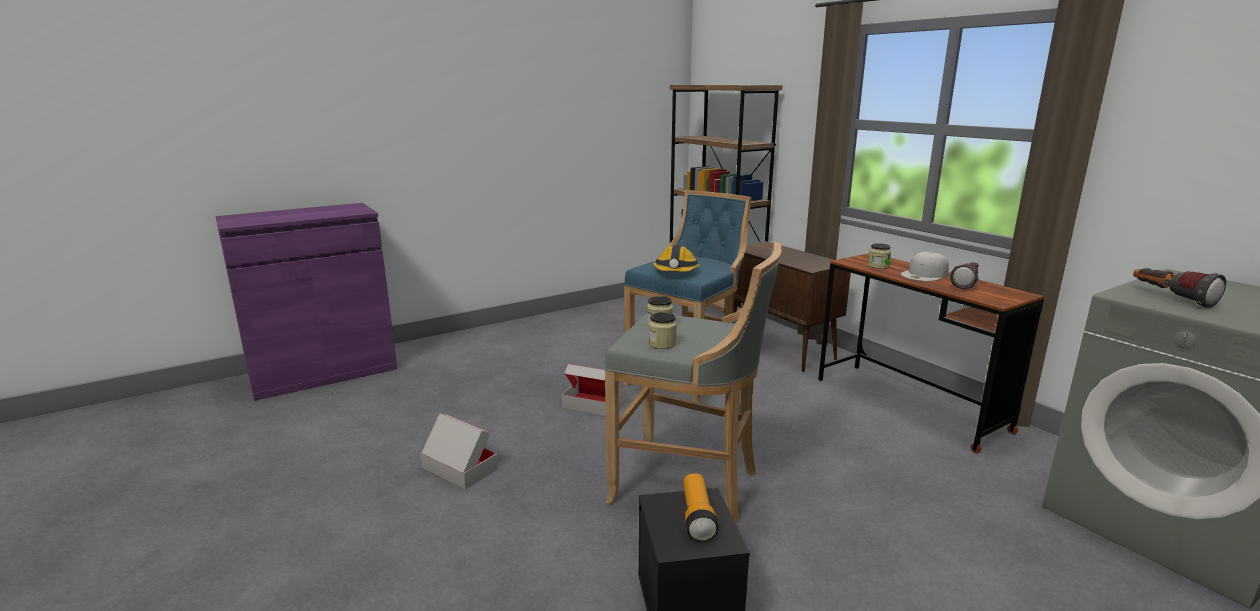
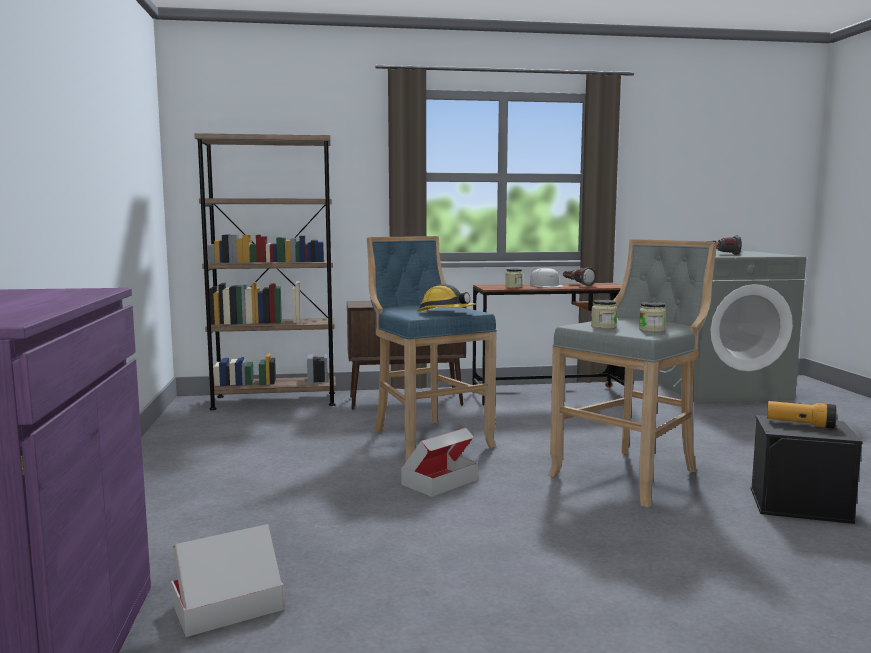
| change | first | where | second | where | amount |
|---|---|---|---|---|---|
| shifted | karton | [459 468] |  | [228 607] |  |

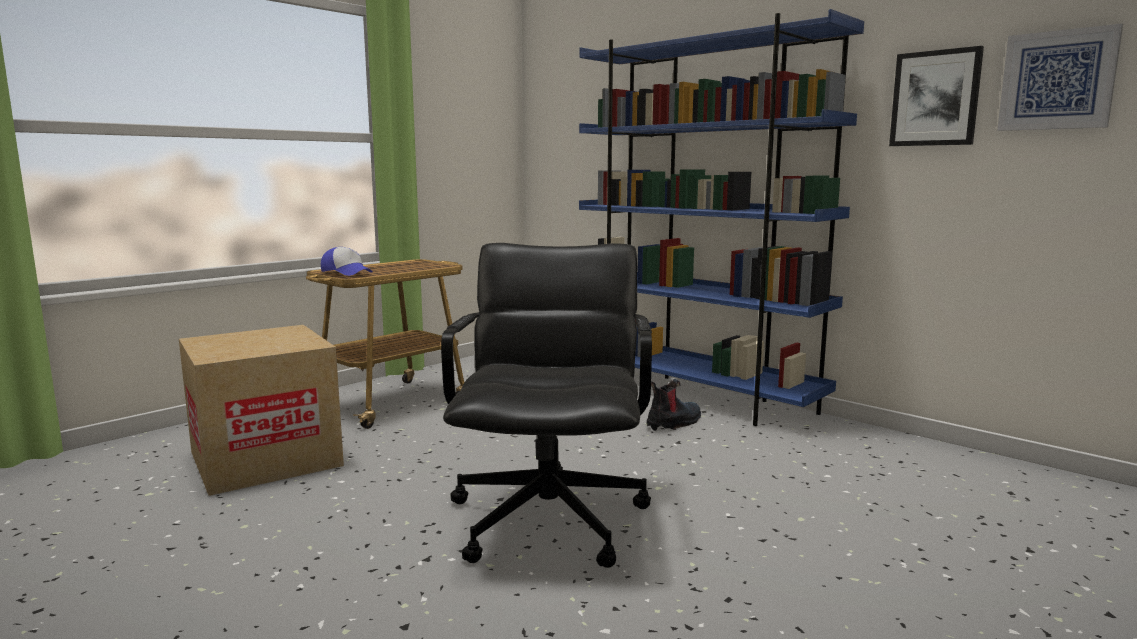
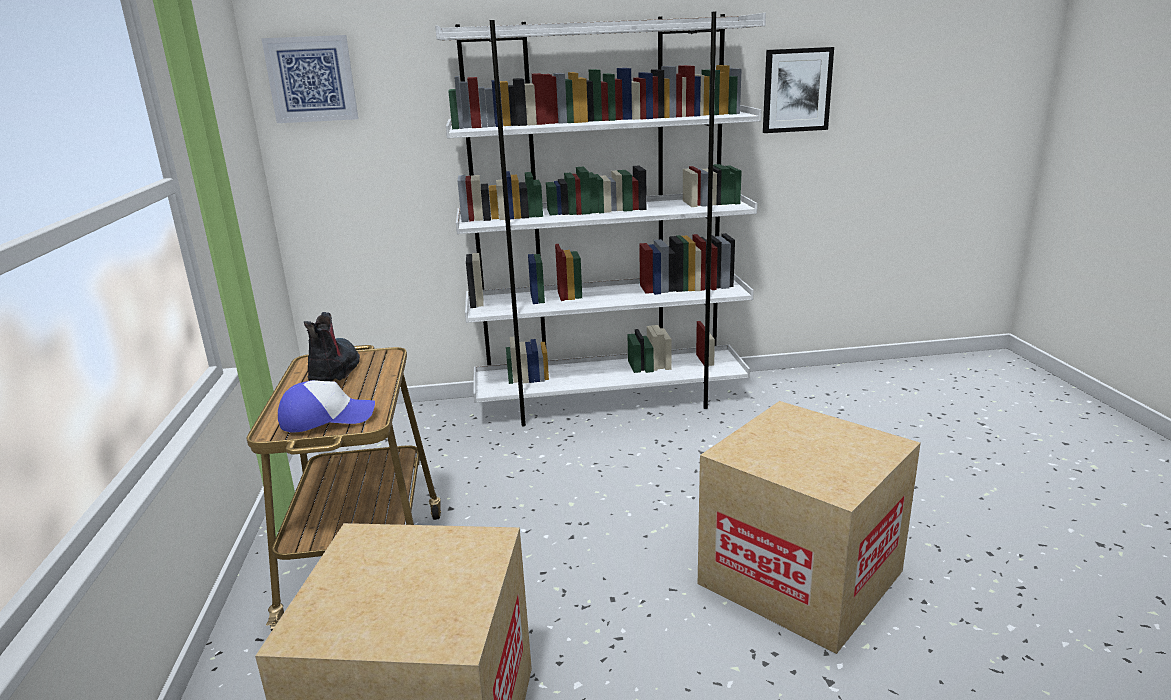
| change | first | where | second | where | amount |
|---|---|---|---|---|---|
| swapped | krzesło biurowe/czarny | [550 519] | karton | [800 577] |  |
| repainted | regał/niebieski | [695 396] | regał/biały | [610 400] |  |
| shifted | but z cholewką | [674 423] |  | [335 371] |  |
| shifted | obraz | [1057 80] |  | [311 79] |  |

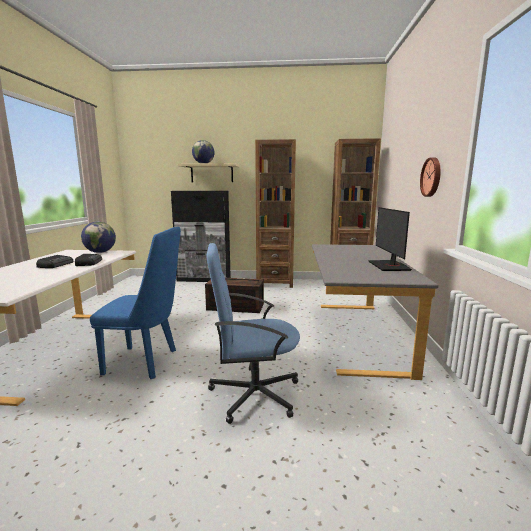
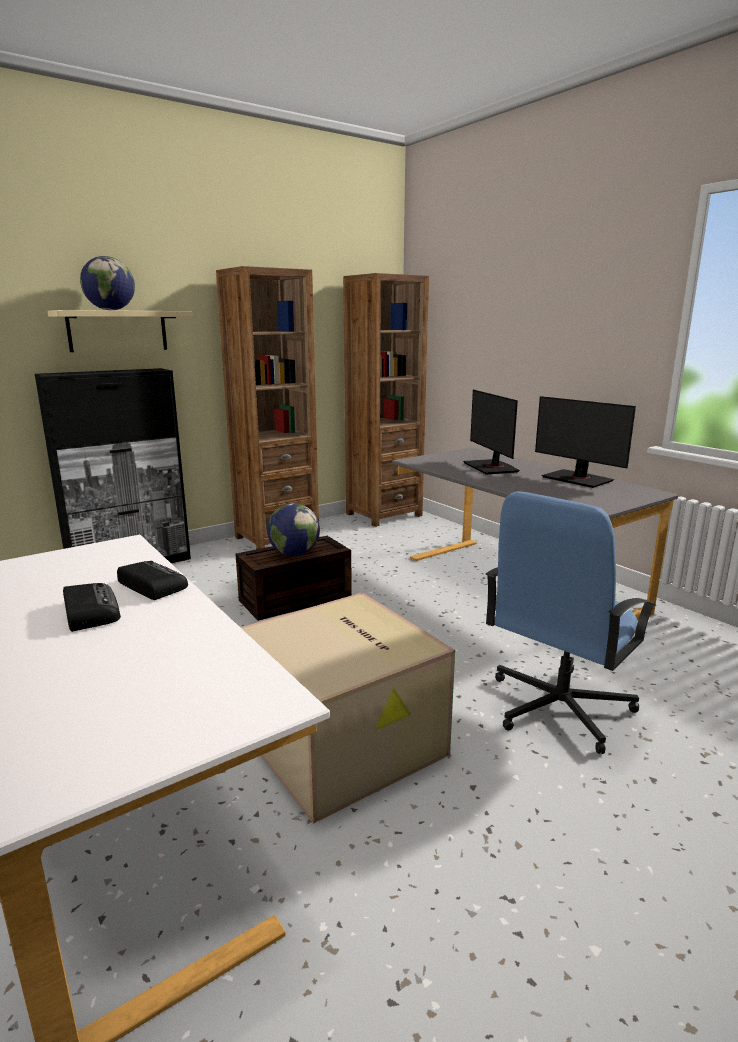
| change | first | where | second | where | amount |
|---|---|---|---|---|---|
| shifted | globus | [100 252] |  | [294 554] |  |
| swapped | krzesło/niebieski | [147 362] | karton | [345 741] |  |
| gone | zegar ścienny | [432 177] |  |  |  |
| new |  |  | monitor | [491 467] |  |

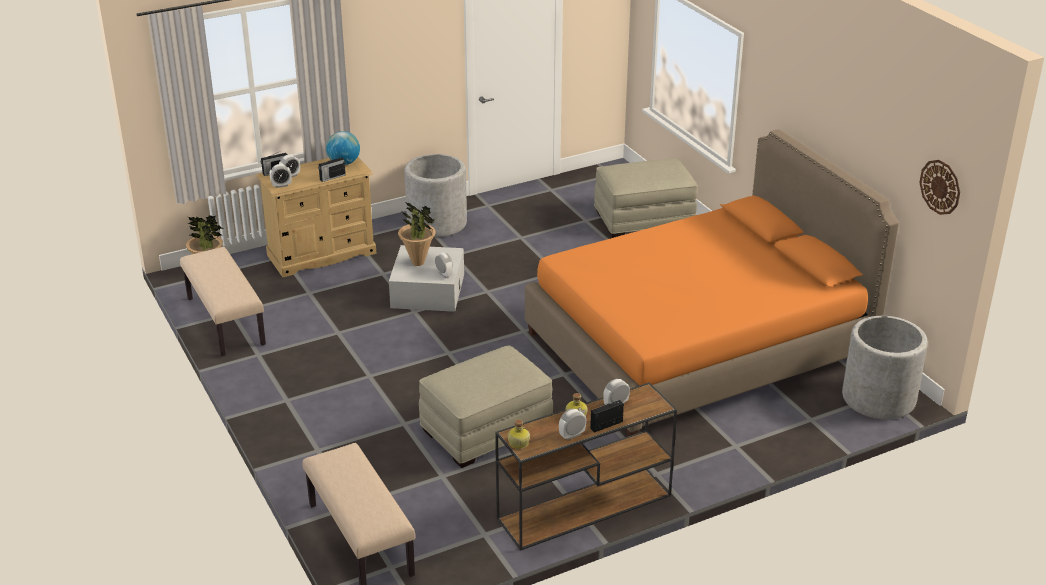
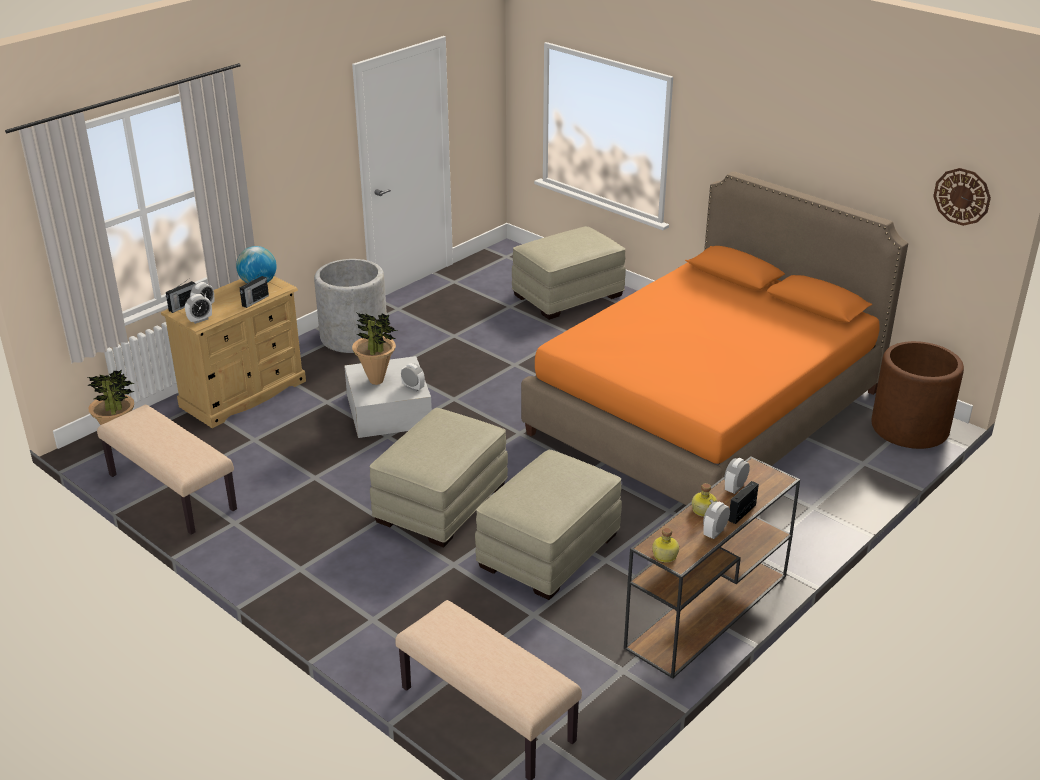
| change | first | where | second | where | amount |
|---|---|---|---|---|---|
| repainted | donica/szary | [879 398] | donica/brązowy | [909 428] |  |
| new |  |  | pufa/beżowy | [441 502] |  |

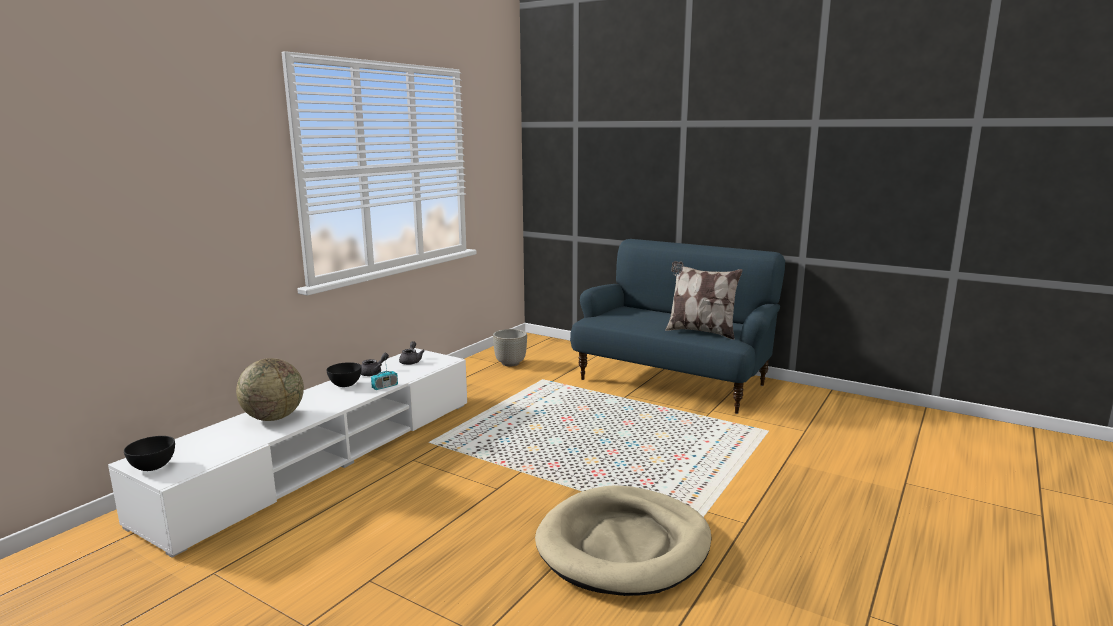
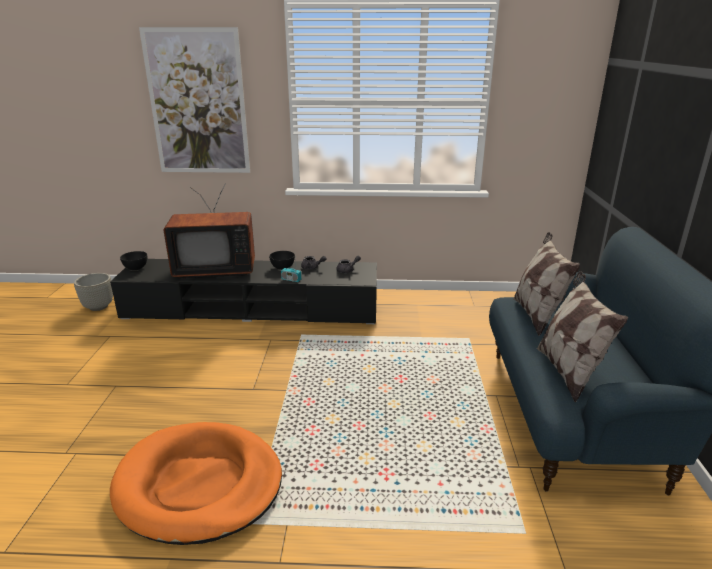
| change | first | where | second | where | amount |
|---|---|---|---|---|---|
| repainted | szafka pod telewizor/biały | [325 456] | szafka pod telewizor/czarny | [253 309] |  |
| swapped | globus | [274 417] | telewizor | [215 269] |  |
| shifted | donica/szary | [510 363] |  | [98 307] |  |
| repainted | legowisko/beżowy | [624 545] | legowisko/pomarańczowy | [199 485] |  |
| new |  |  | obraz | [197 103] |  |
| new |  |  | poduszka | [537 315] |  |

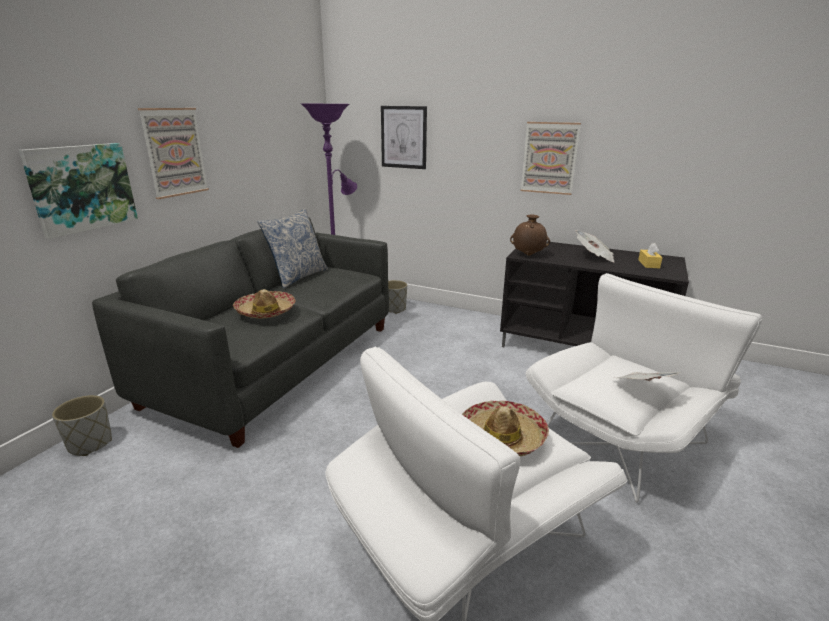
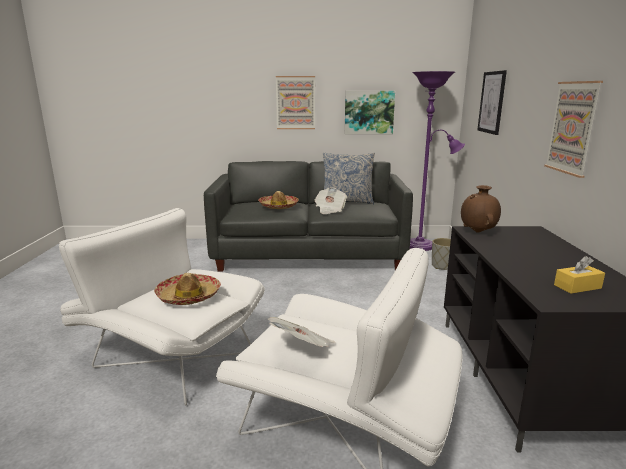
| change | first | where | second | where | amount |
|---|---|---|---|---|---|
| shifted | obraz | [82 188] |  | [369 112] |  |
| gone | donica/szary | [90 443] |  |  |  |
| shifted | gazeta | [594 257] |  | [330 210] |  |

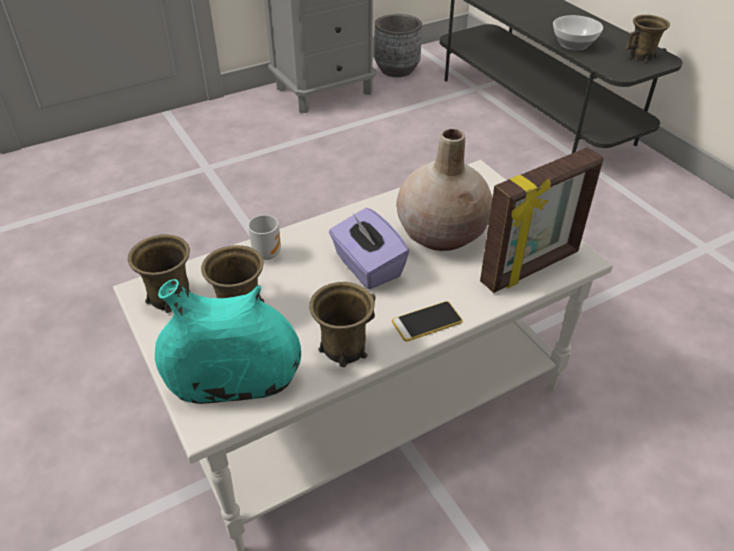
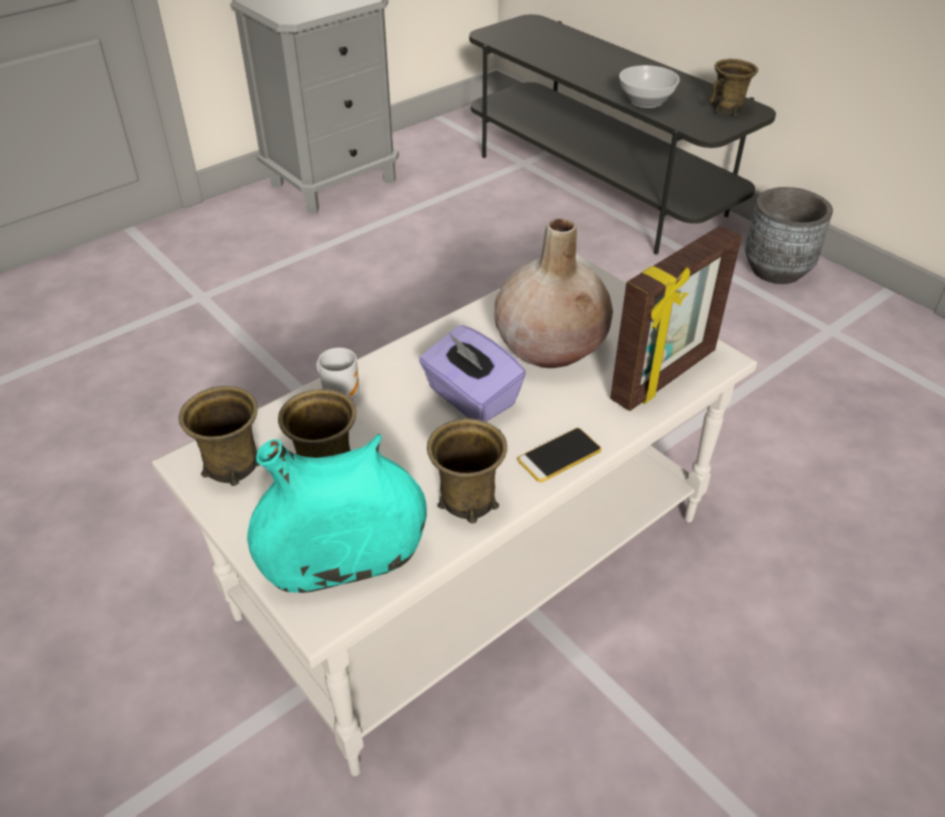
| change | first | where | second | where | amount |
|---|---|---|---|---|---|
| shifted | donica/szary | [397 70] |  | [776 270] |  |

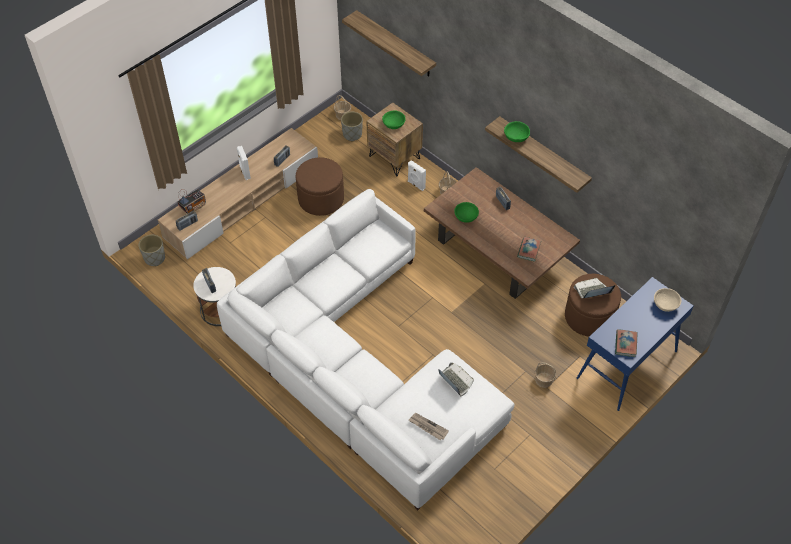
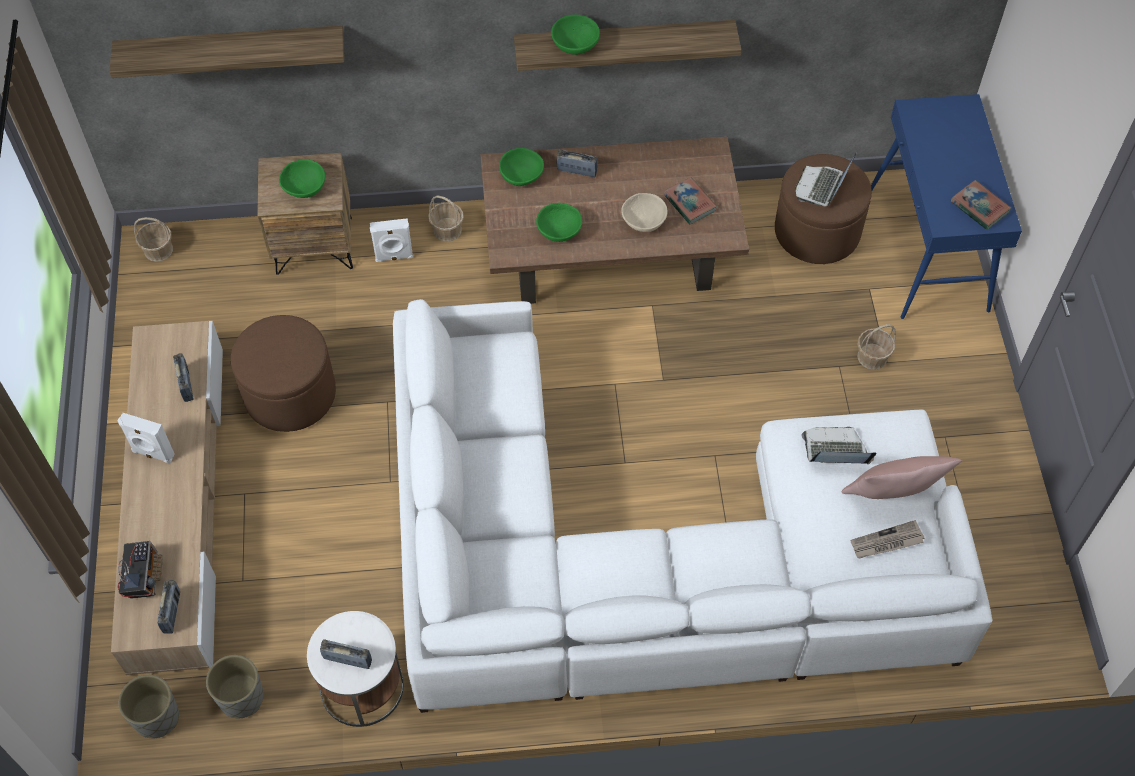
| change | first | where | second | where | amount |
|---|---|---|---|---|---|
| shifted | donica/szary | [352 134] |  | [241 697] |  |
| shifted | miska/beżowy | [665 304] |  | [643 221] |  |
| new |  |  | miska/zielony | [521 176] |  |
| new |  |  | poduszka/różowy | [892 498] |  |

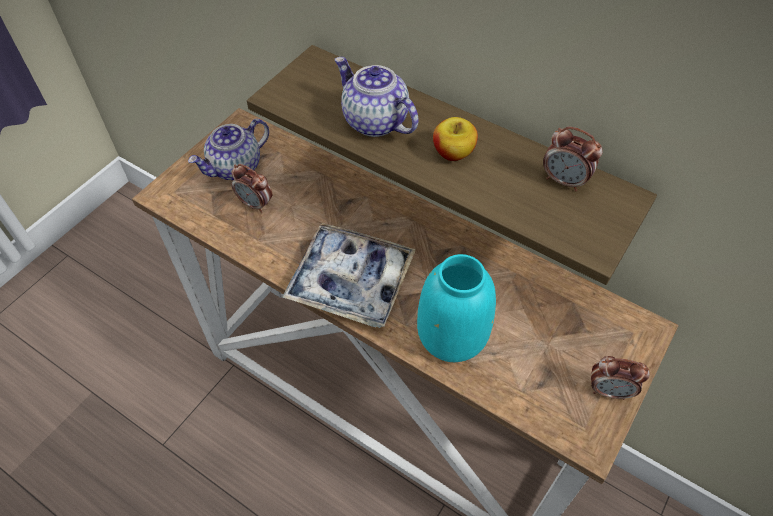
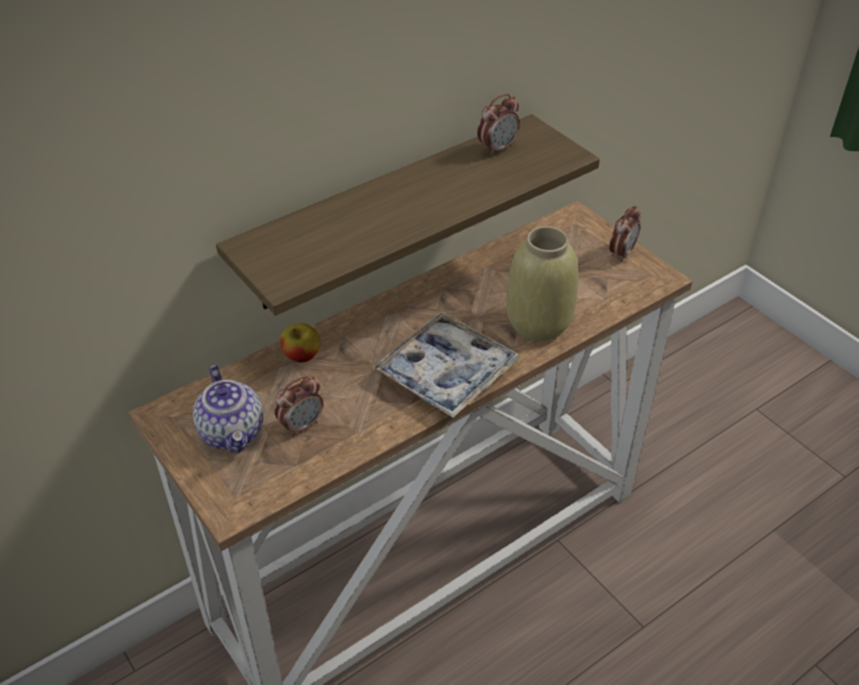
| change | first | where | second | where | amount |
|---|---|---|---|---|---|
| gone | imbryk | [374 121] |  |  |  |
| repainted | wazon/turkusowy | [452 338] | wazon/beżowy | [539 323] |  |
| shifted | jabłko | [453 153] |  | [302 355] |  |

